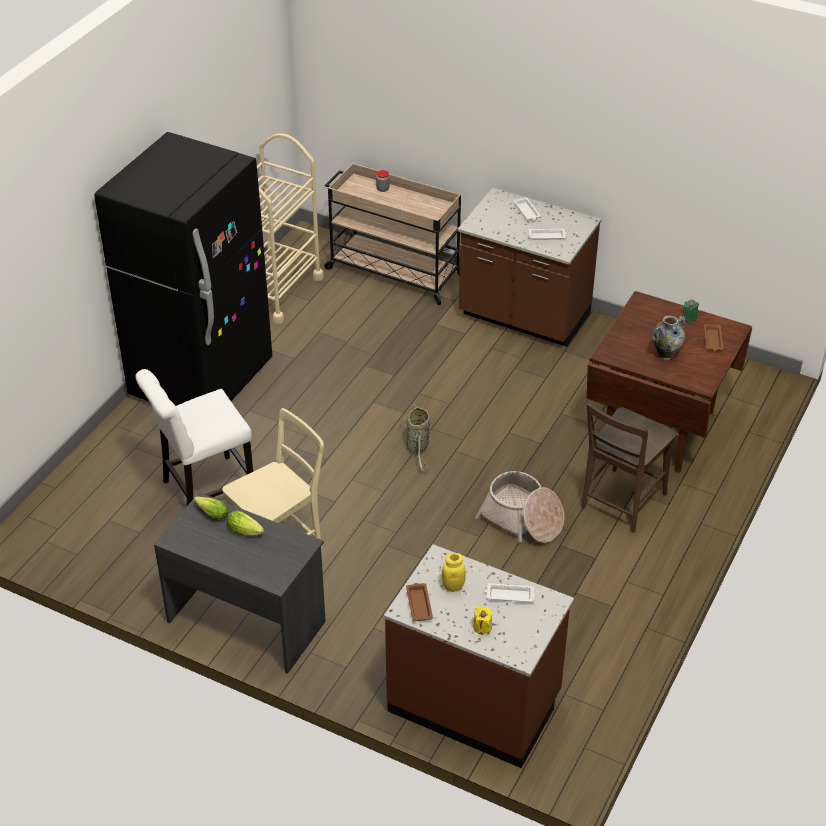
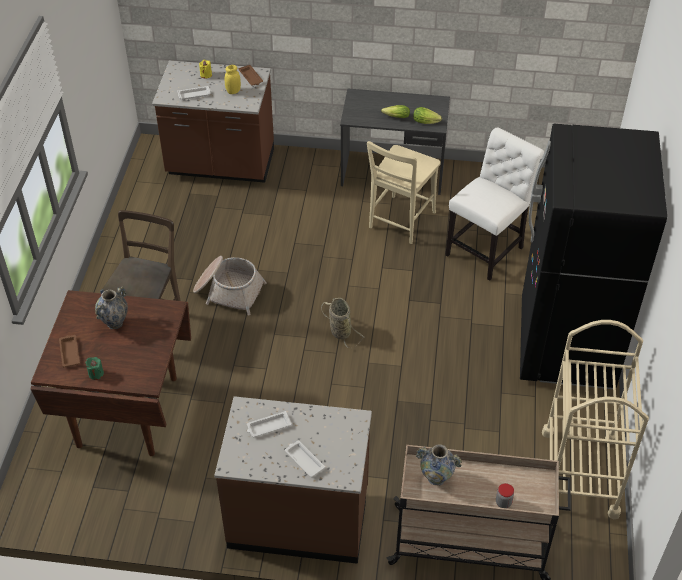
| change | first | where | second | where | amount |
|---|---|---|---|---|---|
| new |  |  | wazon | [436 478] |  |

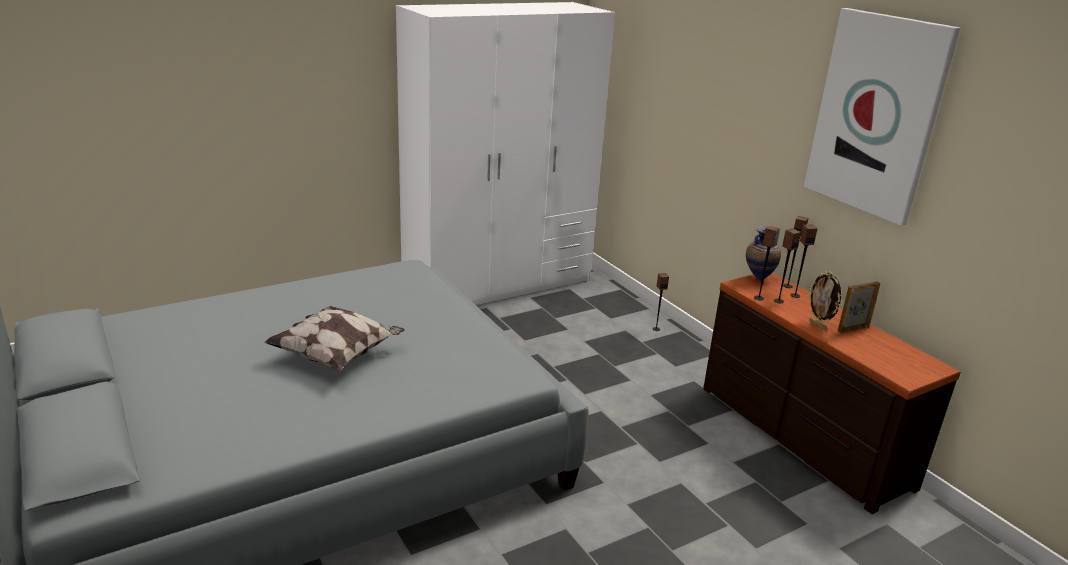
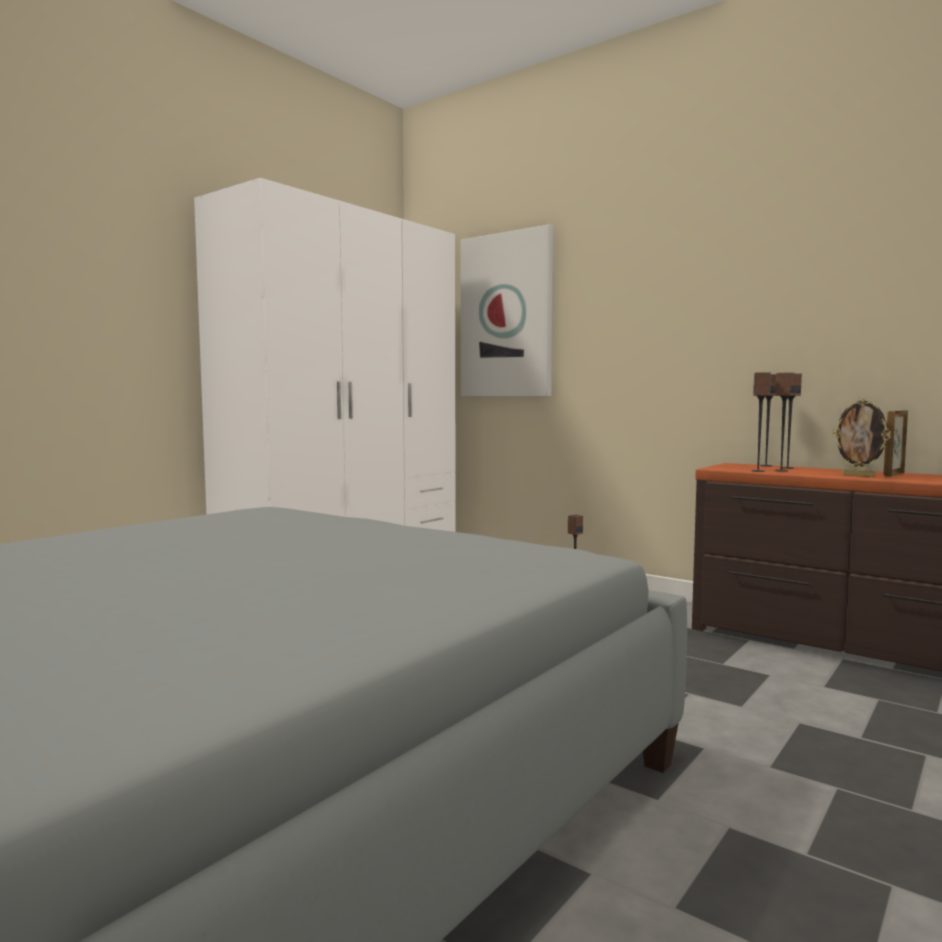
| change | first | where | second | where | amount |
|---|---|---|---|---|---|
| gone | poduszka | [338 355] |  |  |  |
| gone | wazon | [758 278] |  |  |  |
| shifted | obraz | [877 115] |  | [507 315] |  |

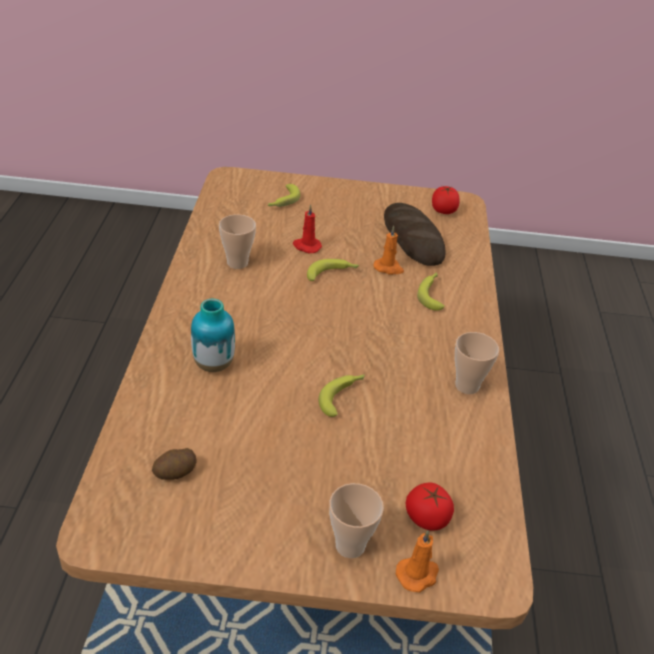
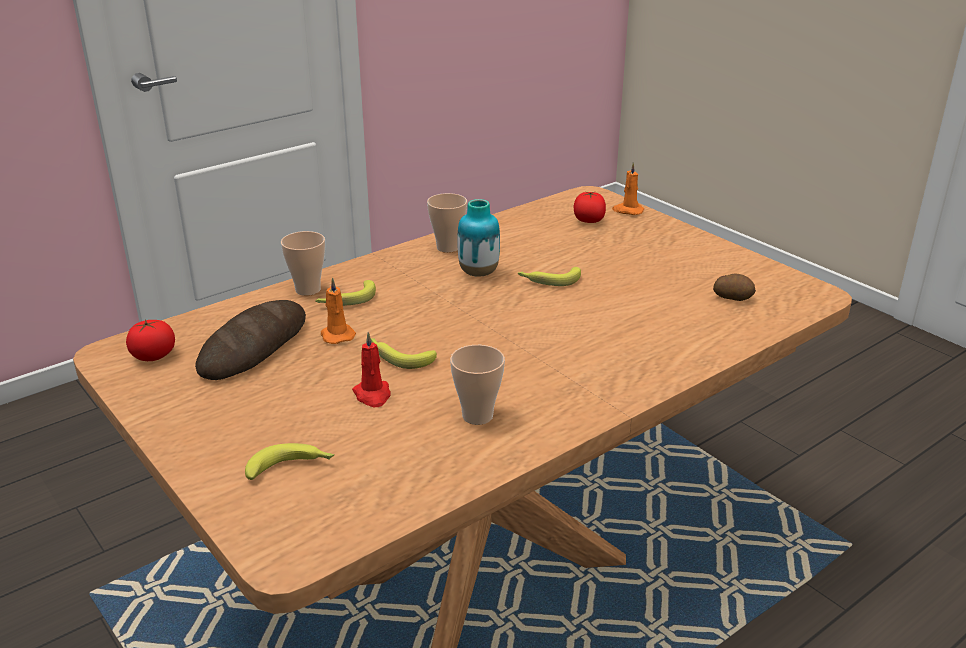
| change | first | where | second | where | amount |
|---|---|---|---|---|---|
| shifted | wazon | [213 364] |  | [478 273] |  |
| shifted | filiżanka | [350 545] |  | [308 290] |  |

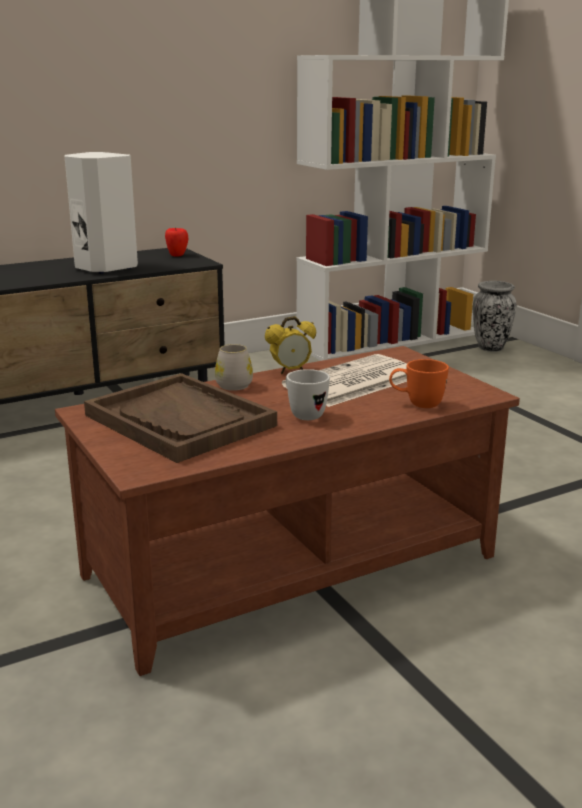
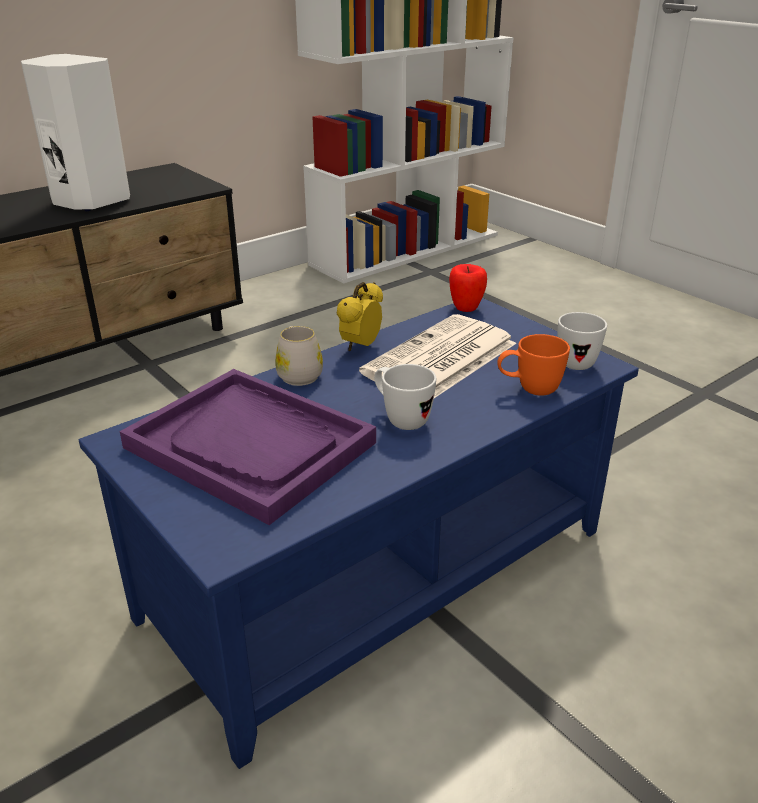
| change | first | where | second | where | amount |
|---|---|---|---|---|---|
| repainted | ława/brązowy | [290 564] | ława/niebieski | [377 570] |  |
| repainted | taca/brązowy | [180 420] | taca/fioletowy | [251 445] |  |
| shifted | jabłko | [177 255] |  | [466 308] |  |
| rotated | budzik | [290 371] |  | [360 347] | 150 degrees clockwise |
| gone | wazon | [490 348] |  |  |  |
| new |  |  | kubek/biały | [576 360] |  |

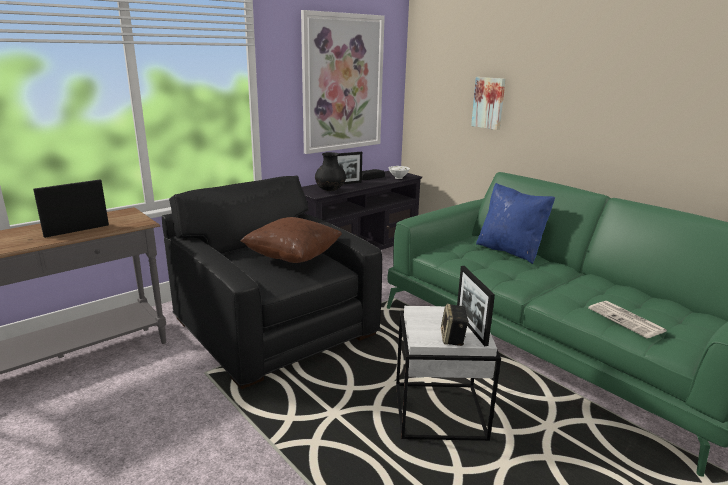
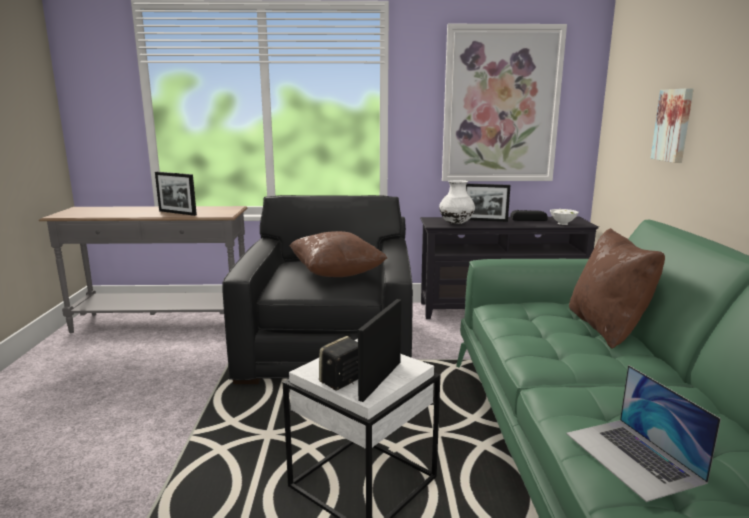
| change | first | where | second | where | amount |
|---|---|---|---|---|---|
| rotated | ramka na zdjęcie | [77 230] |  | [177 213] | 150 degrees counterclockwise |
| repainted | wazon/czarny | [330 190] | wazon/biały | [456 223] |  |
| repainted | poduszka/niebieski | [510 251] | poduszka/brązowy | [607 328] |  |
| swapped | gazeta | [627 320] | laptop | [632 457] |  |

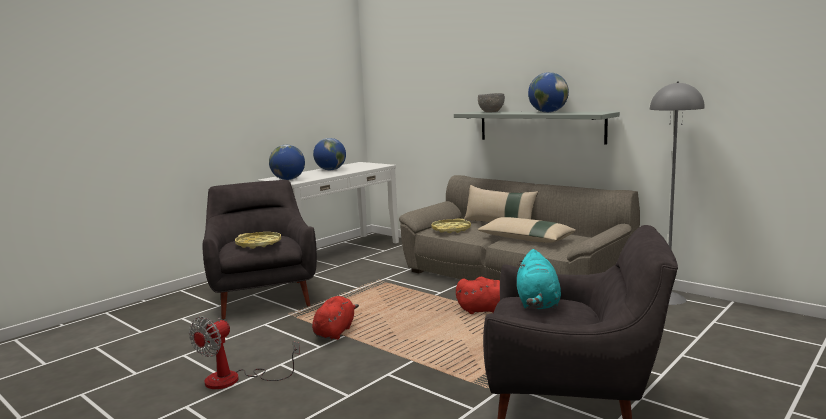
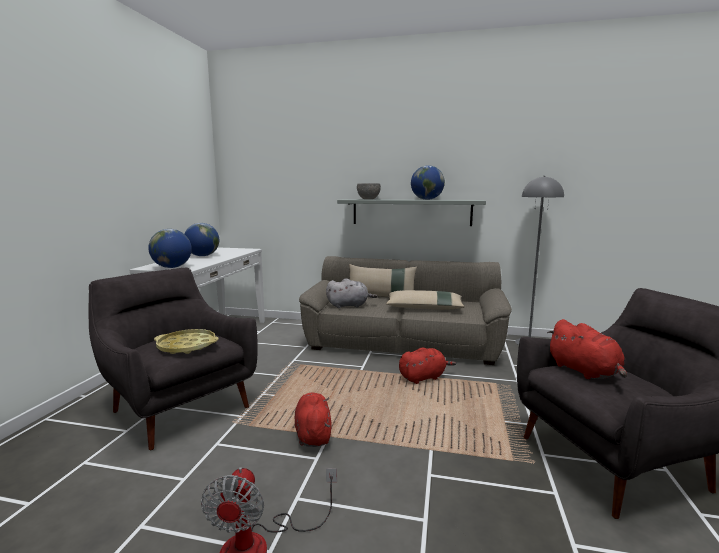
| change | first | where | second | where | amount |
|---|---|---|---|---|---|
| swapped | taca/żółty | [451 229] | pluszak/szary | [349 305] |  |
| repainted | pluszak/turkusowy | [537 303] | pluszak/czerwony | [585 372] |  |

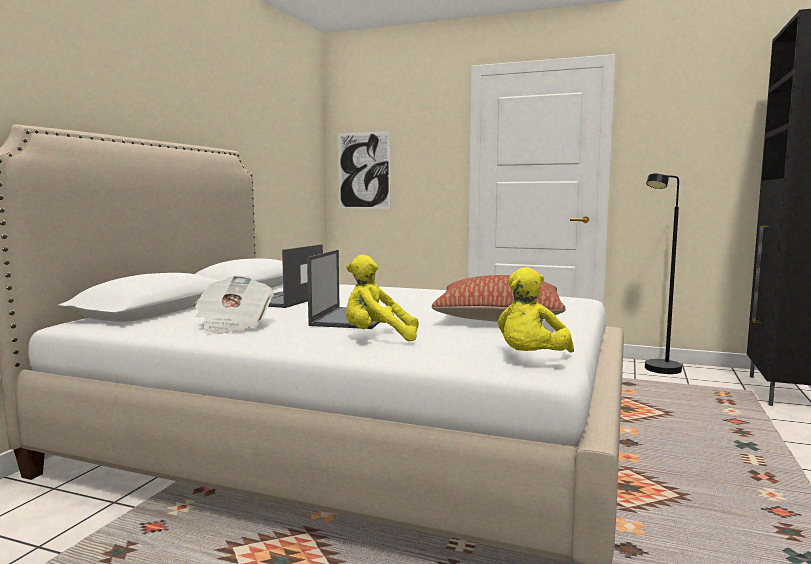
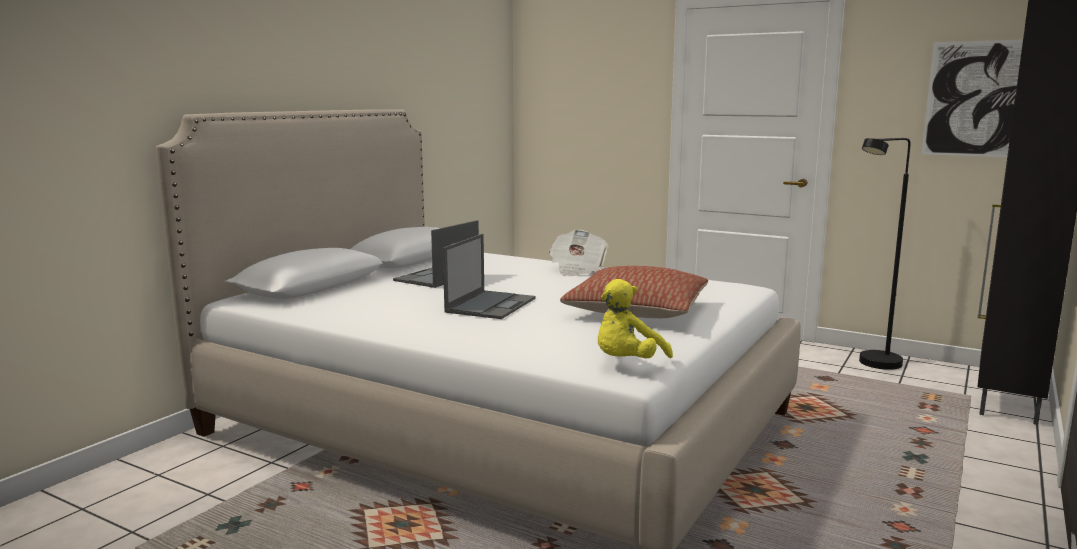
| change | first | where | second | where | amount |
|---|---|---|---|---|---|
| shifted | gazeta | [233 326] |  | [577 269] |  |
| shifted | obraz | [364 170] |  | [974 99] |  |
| gone | pluszak/żółty | [377 337] |  |  |  |

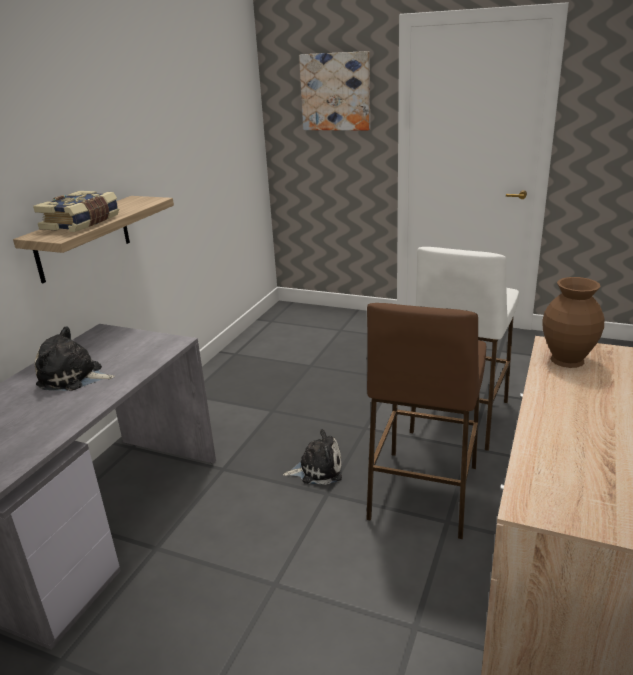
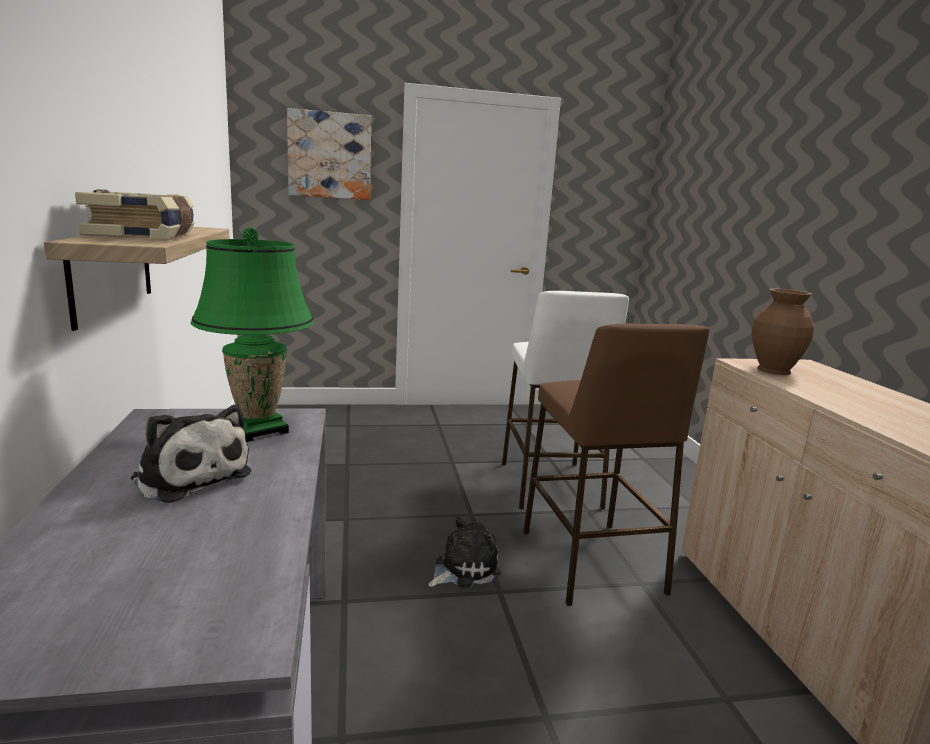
| change | first | where | second | where | amount |
|---|---|---|---|---|---|
| rotated | pluszak | [73 377] |  | [190 476] | 120 degrees counterclockwise |
| new |  |  | lampa stołowa/zielony | [257 430] |  |

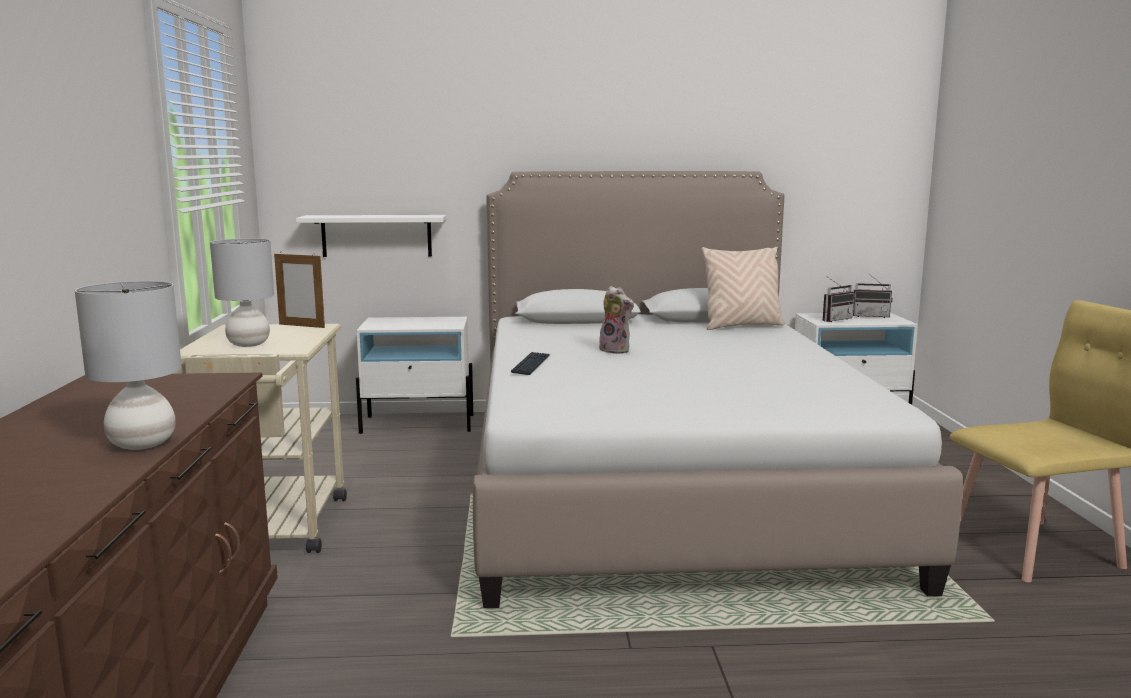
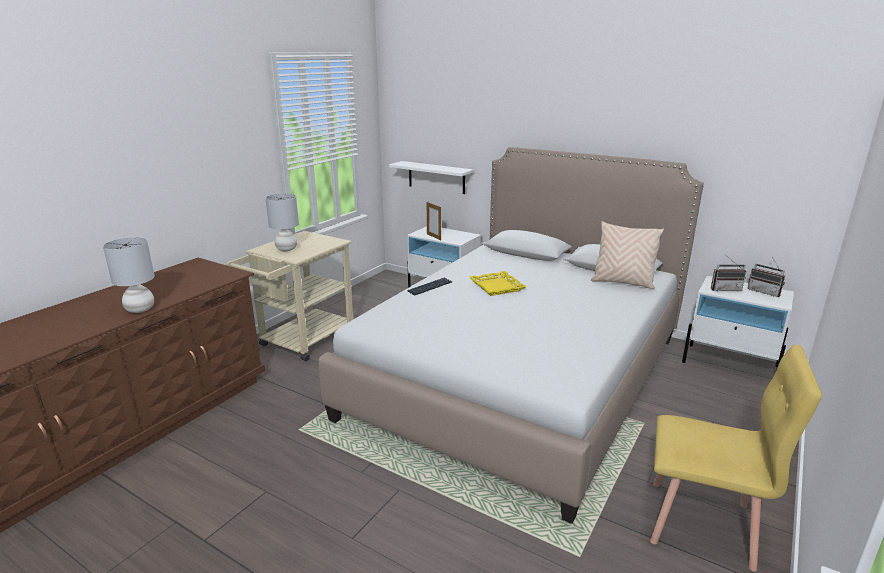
| change | first | where | second | where | amount |
|---|---|---|---|---|---|
| shifted | ramka na zdjęcie | [301 326] |  | [434 237] |  |
| swapped | pluszak | [616 350] | taca/żółty | [496 287] |  |

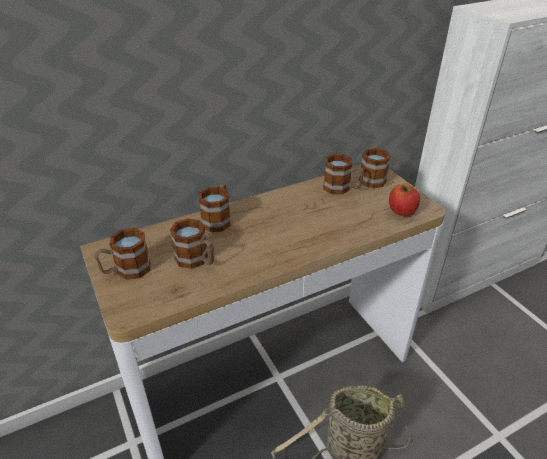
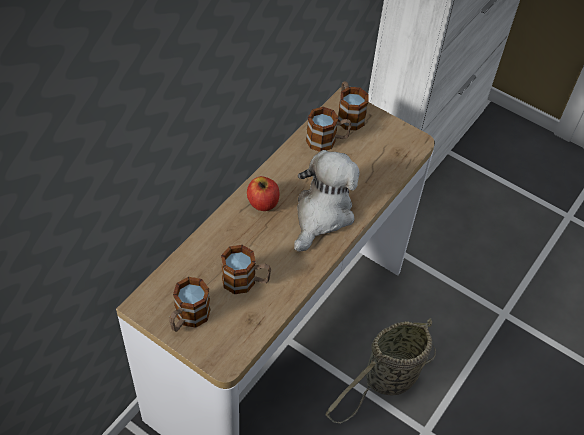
| change | first | where | second | where | amount |
|---|---|---|---|---|---|
| gone | kubek | [218 219] |  |  |  |
| shifted | jabłko | [402 211] |  | [263 203] |  |
| new |  |  | pluszak | [322 214] |  |

